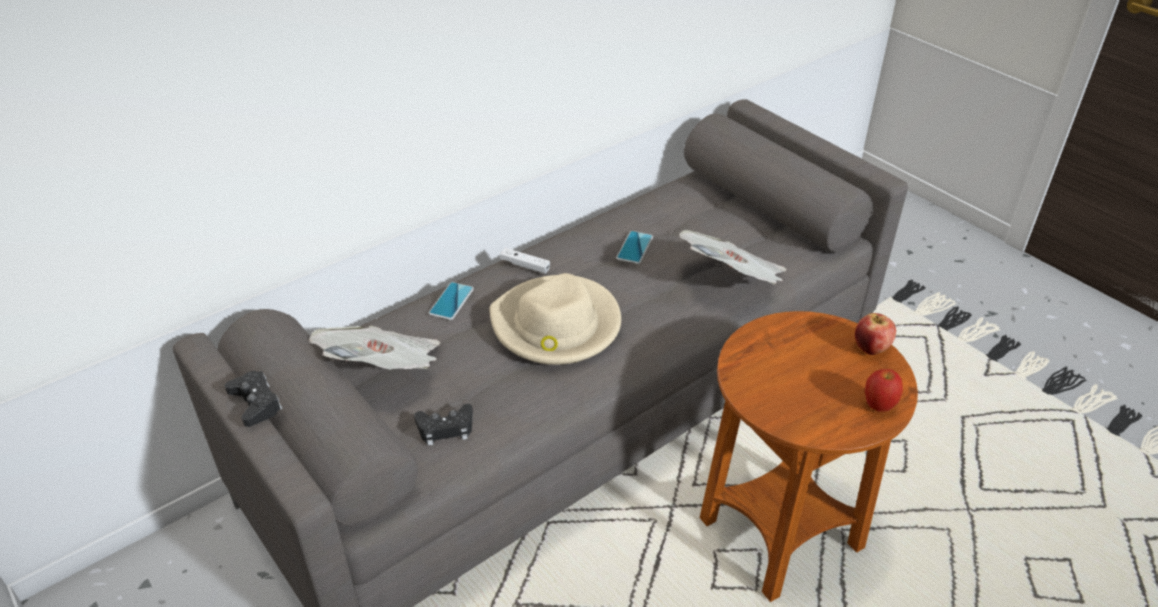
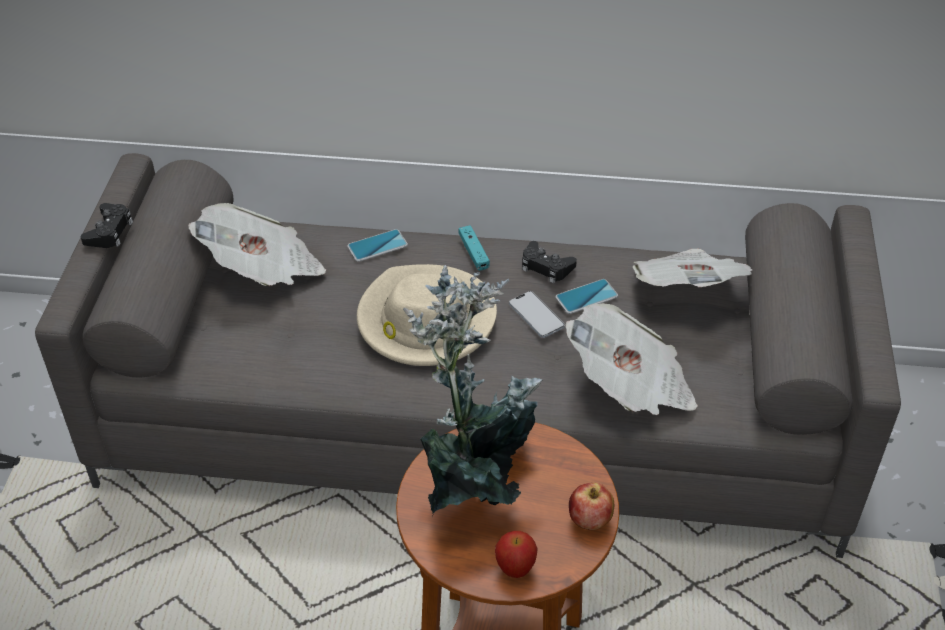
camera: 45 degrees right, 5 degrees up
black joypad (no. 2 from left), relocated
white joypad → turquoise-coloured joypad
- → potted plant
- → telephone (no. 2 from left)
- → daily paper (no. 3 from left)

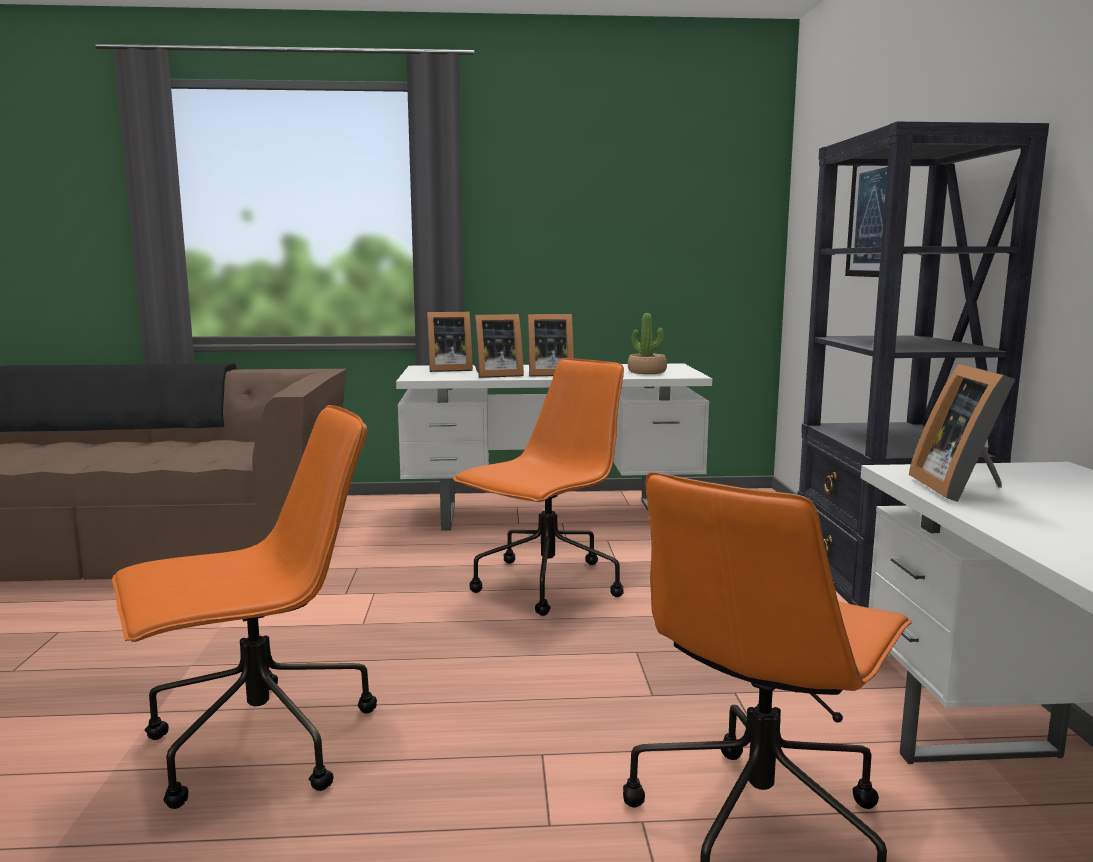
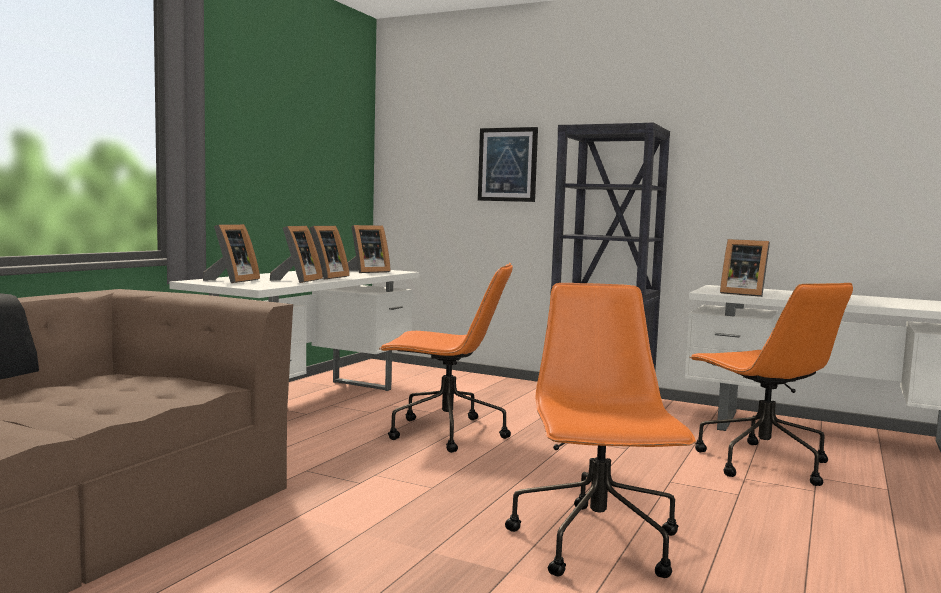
camera: 60 degrees left, 5 degrees down
orange-coloured desk chair (no. 2 from left in the first image) → orange-coloured desk chair (no. 1 from left), 120 degrees clockwise
potted plant → photo frame (no. 4 from left)

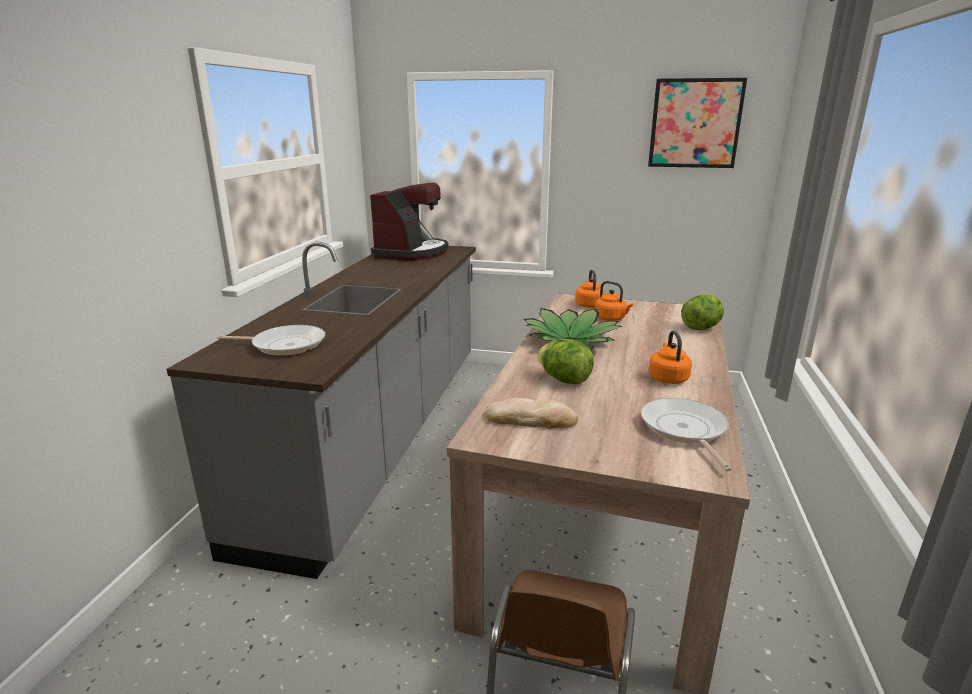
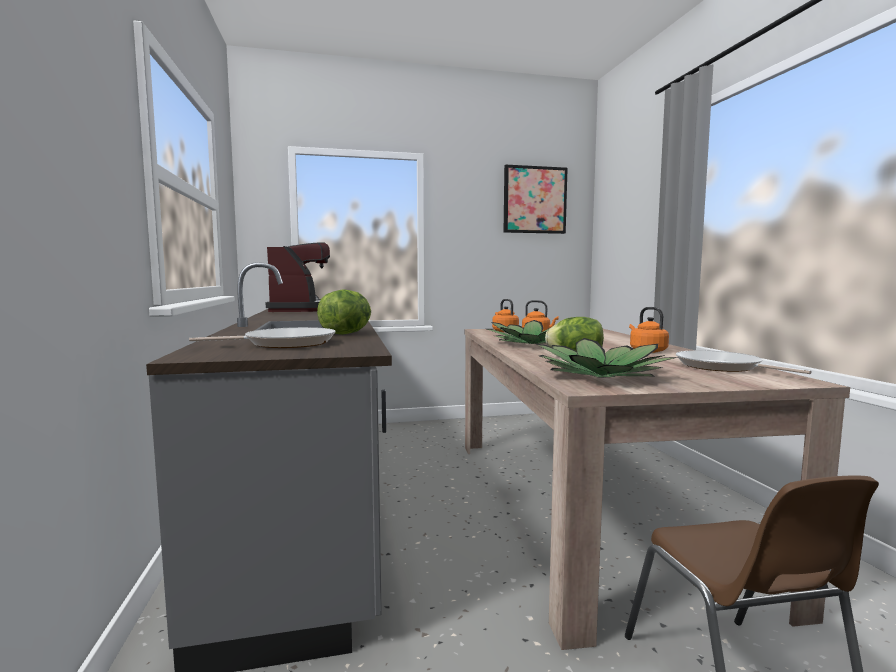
camera: 25 degrees left, 15 degrees down
baked bread → potted plant (no. 2 from left)
lettuce (no. 2 from left in the first image) → lettuce (no. 1 from left), relocated

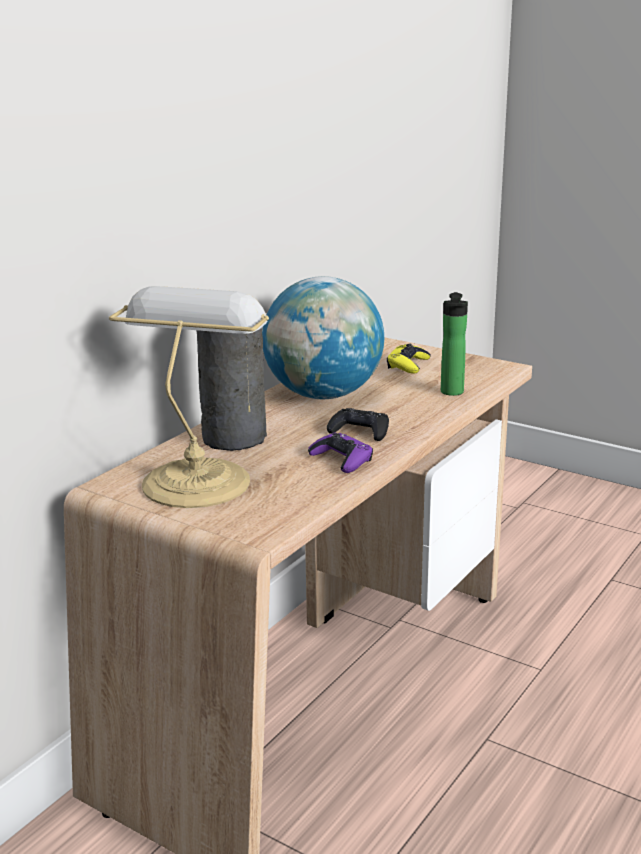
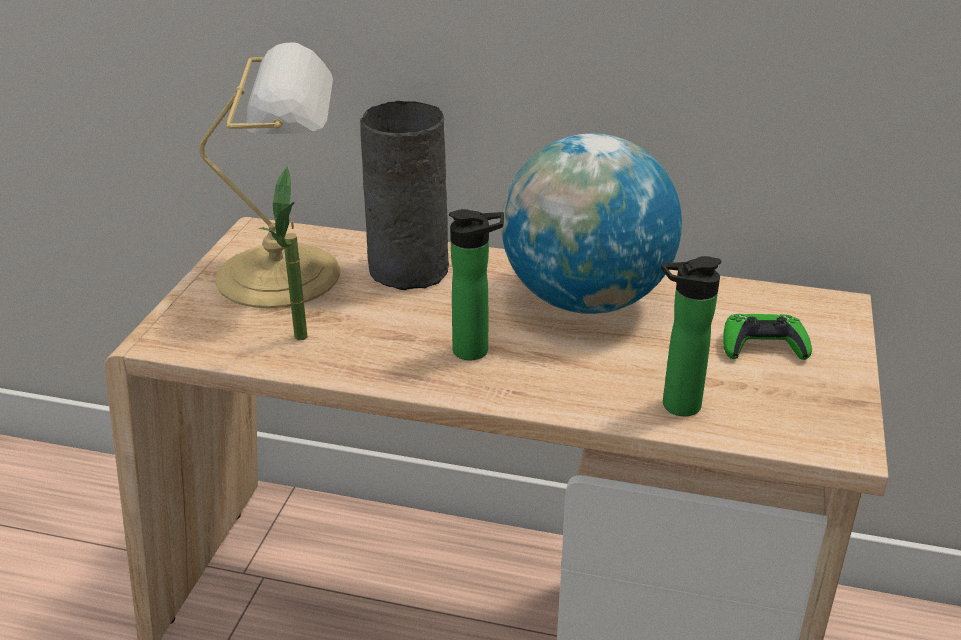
camera: 70 degrees right, 10 degrees up
purple-coloured joypad → -
black joypad → drink bottle (no. 1 from left)
yellow joypad → green joypad
- → potted plant

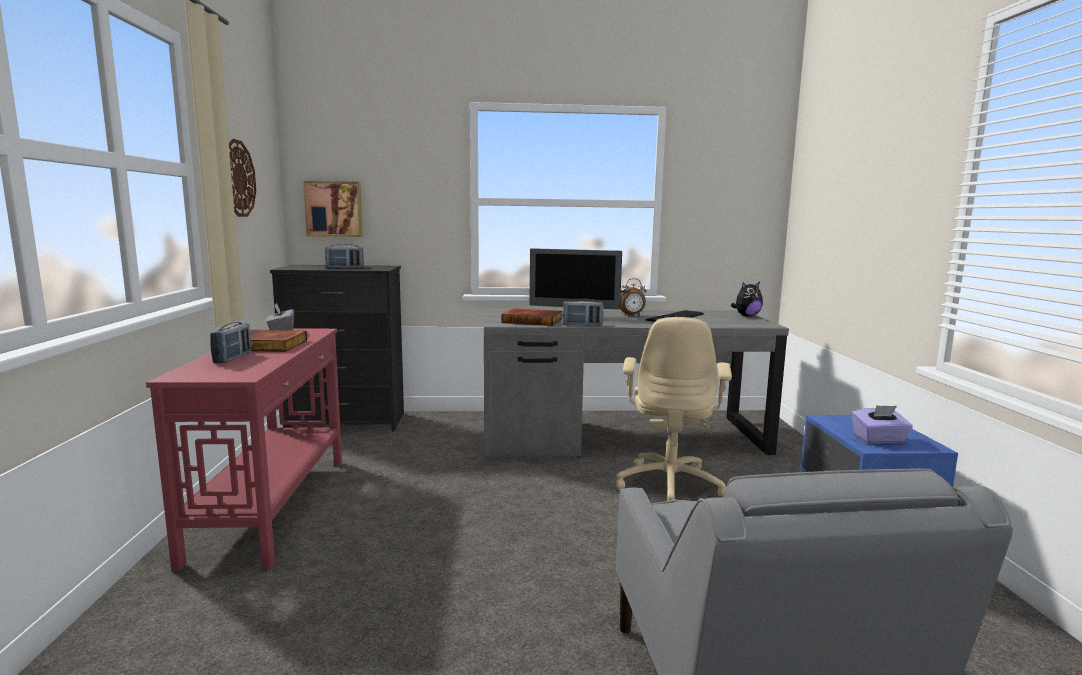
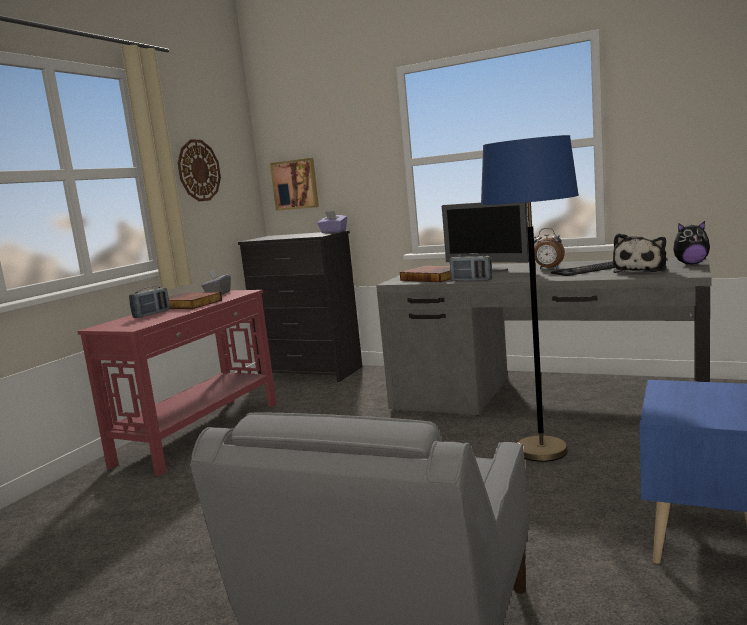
camera: 30 degrees right, 0 degrees up
radio set (no. 2 from left) → -
beige desk chair → blue-coloured floor lamp
purple-coloured tissue box, relocated
- → cuddly toy (no. 1 from left)

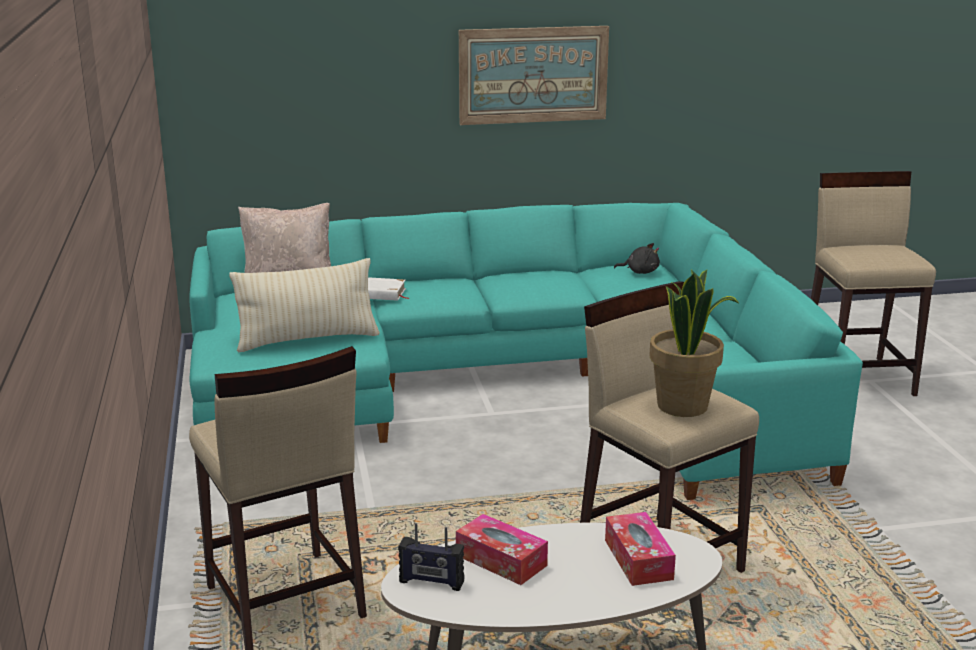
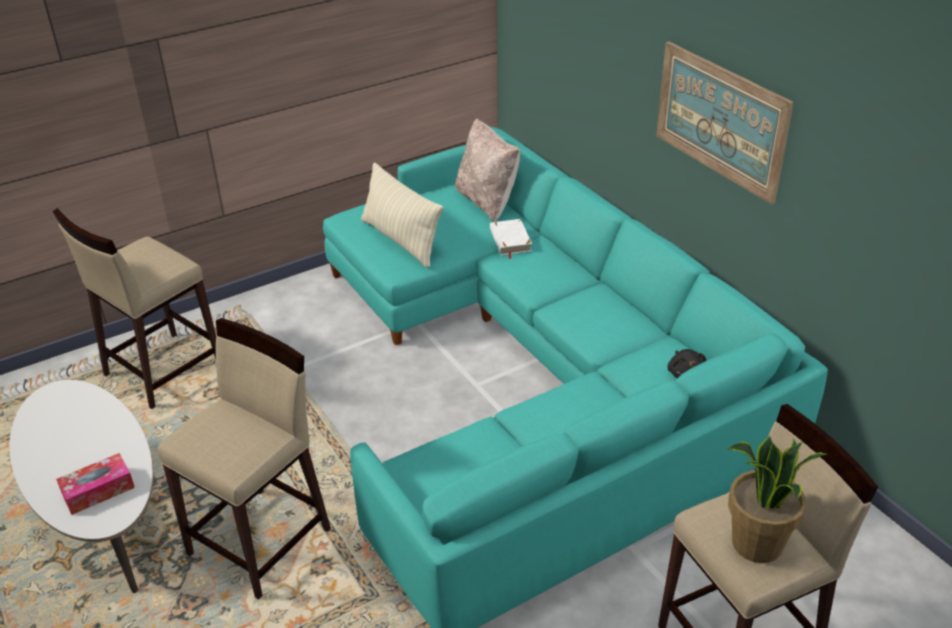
camera: 70 degrees right, 15 degrees up
radio set → -
tissue box (no. 1 from left) → -
potted plant, relocated

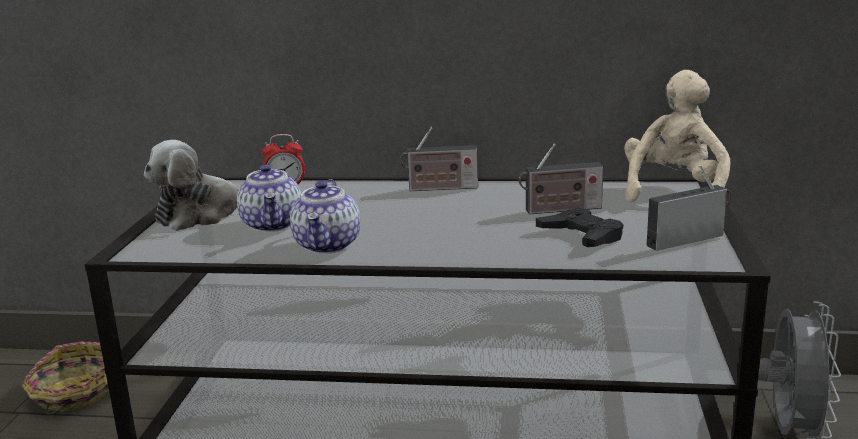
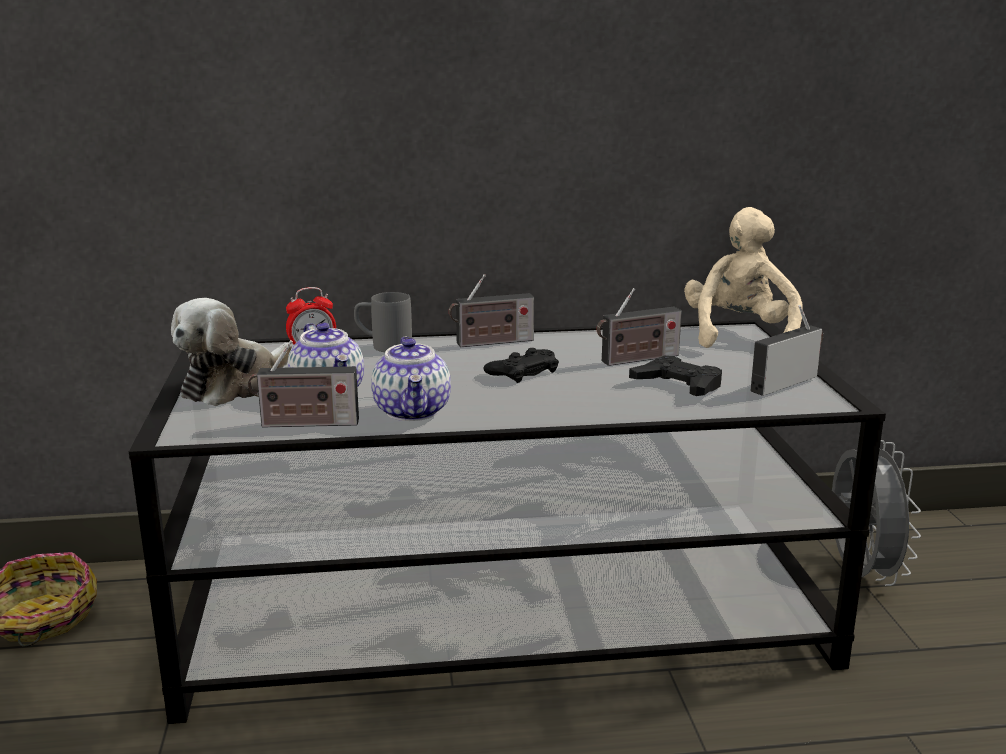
camera: 15 degrees left, 0 degrees up
- → radio set (no. 1 from left)
- → grey tea mug
- → black joypad (no. 1 from left)

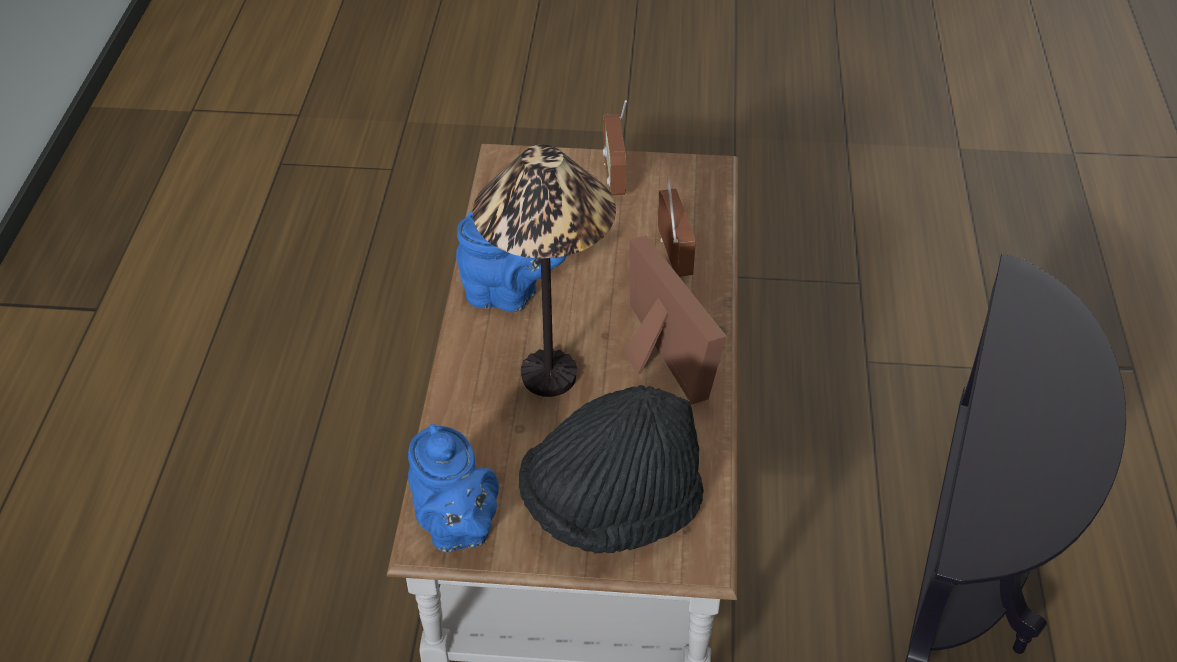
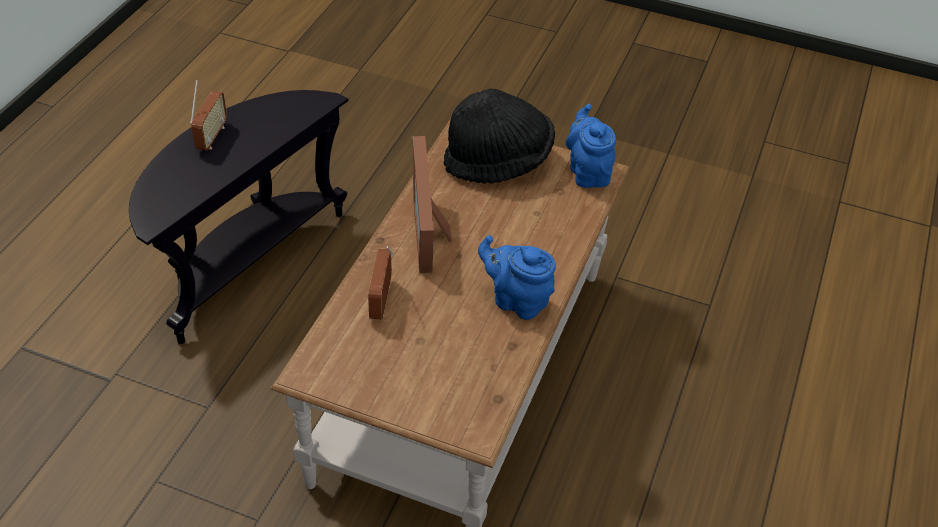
camera: 165 degrees left, 0 degrees up
table lamp → -
radio set (no. 1 from left), relocated

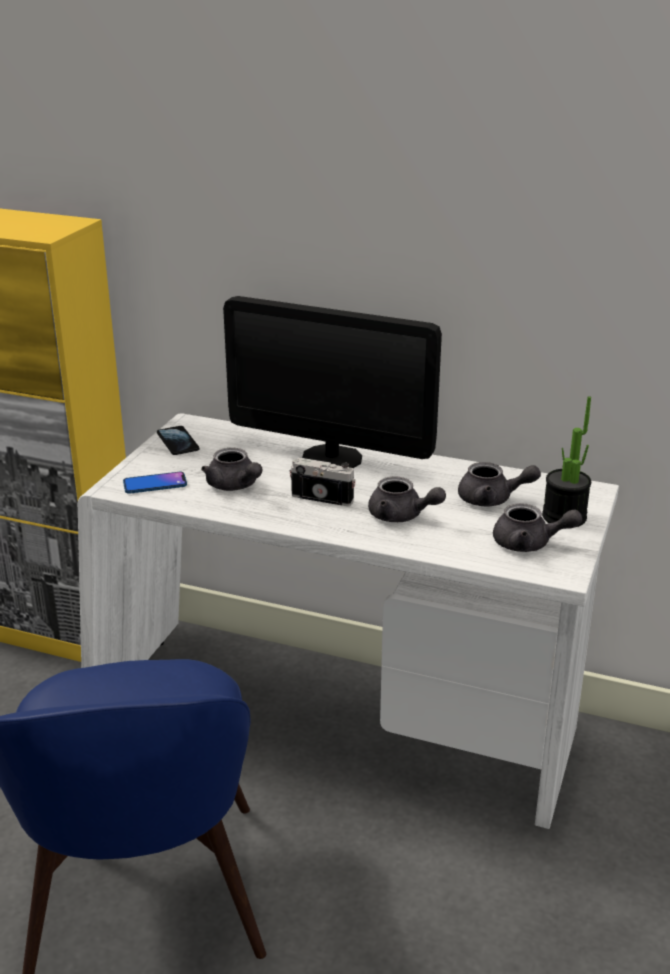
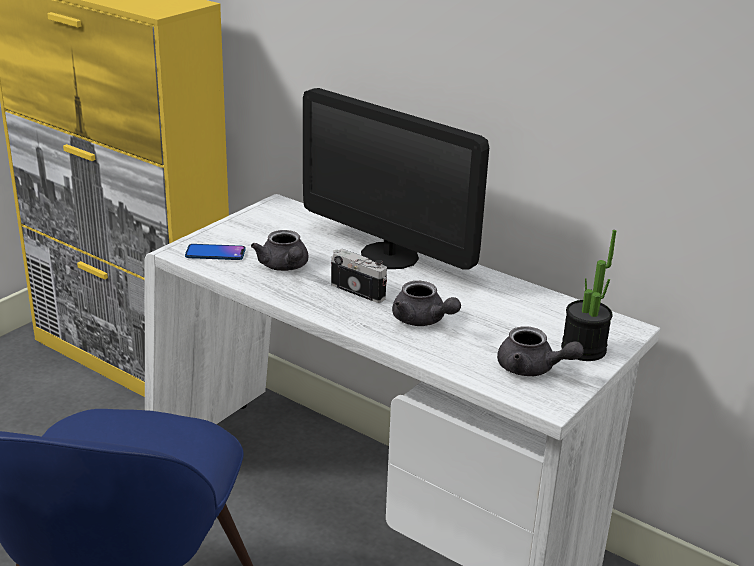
camera: 15 degrees right, 0 degrees up
telephone (no. 2 from left) → -
grey teapot (no. 3 from left) → -

